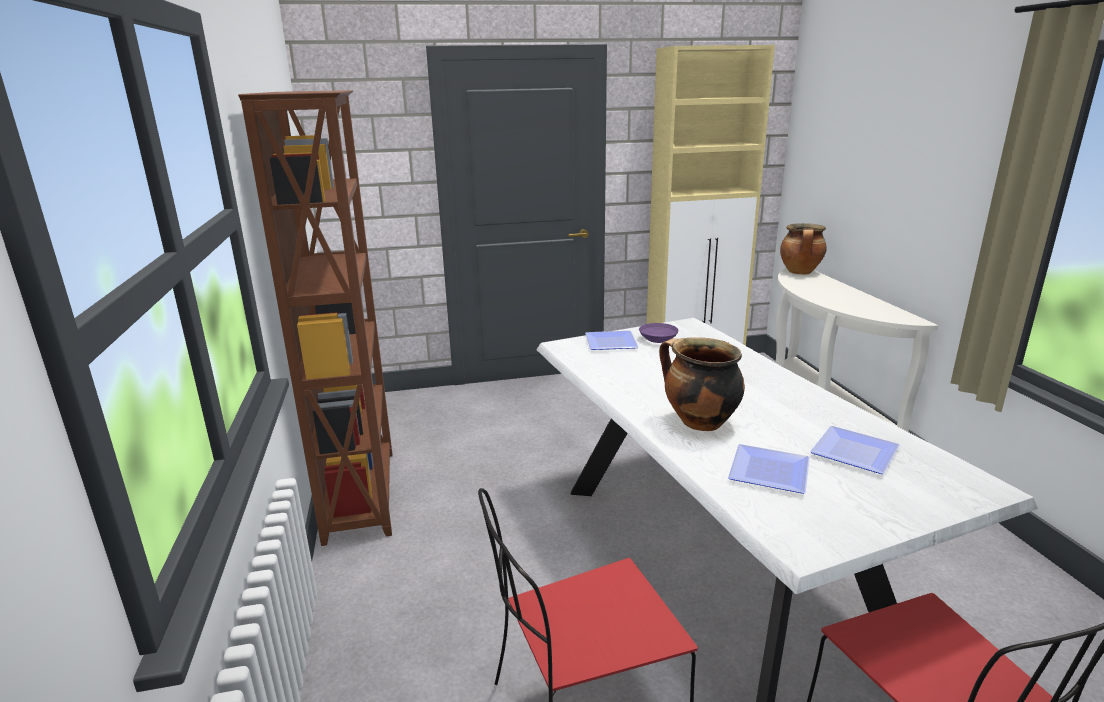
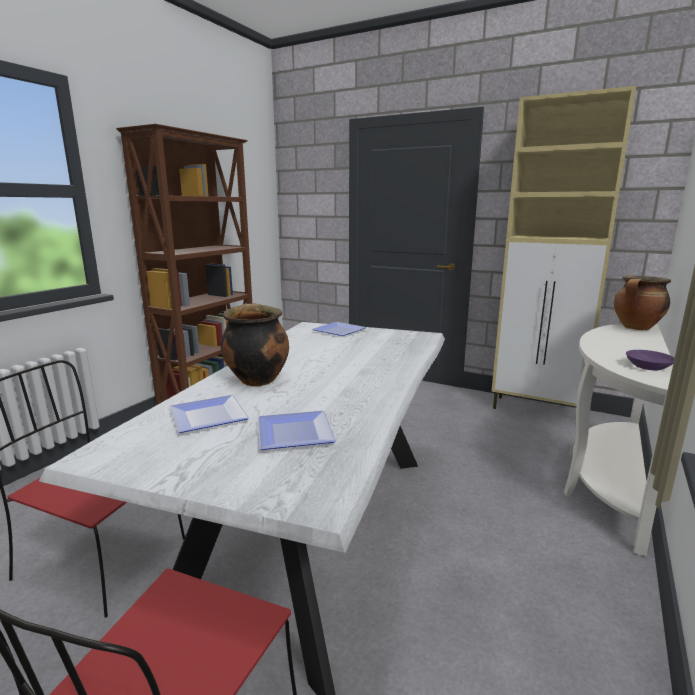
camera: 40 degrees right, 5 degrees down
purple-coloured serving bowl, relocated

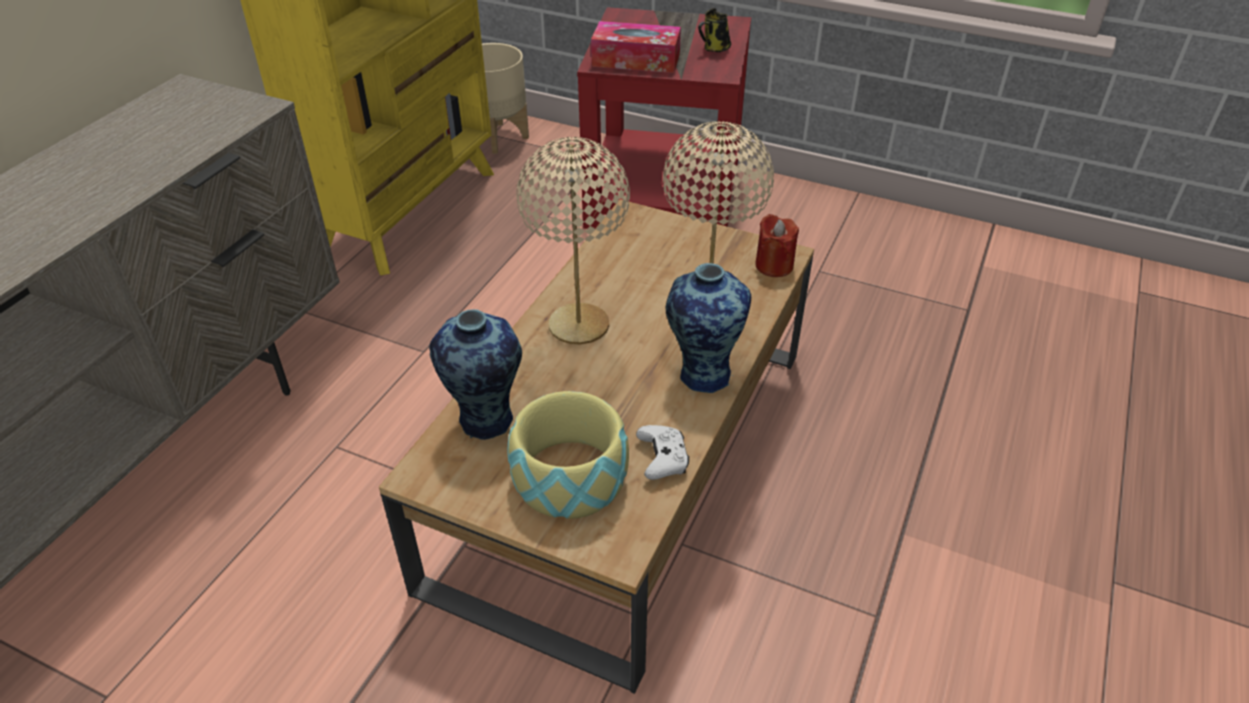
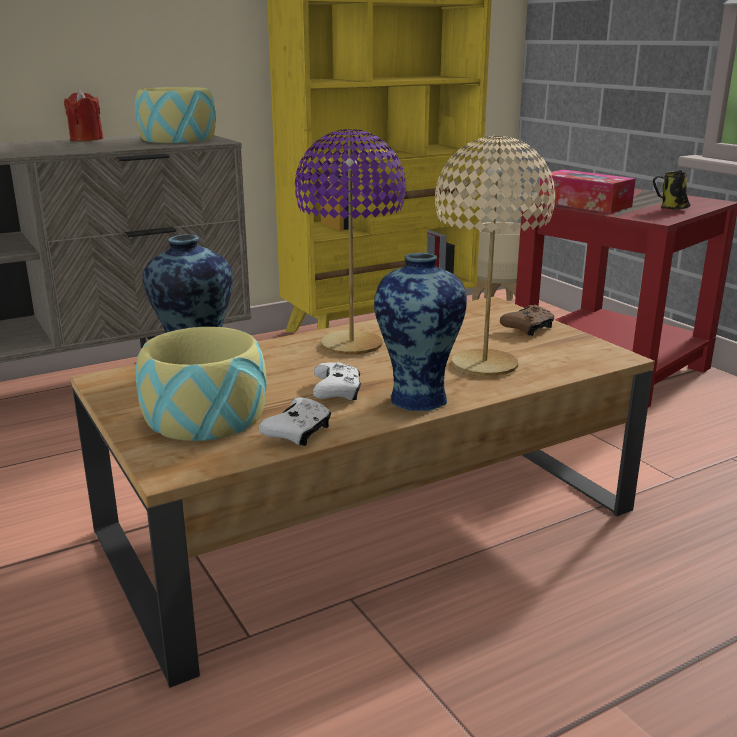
camera: 35 degrees right, 20 degrees down
beige table lamp (no. 1 from left) → purple-coloured table lamp
red-coloured wax light, relocated
- → serving bowl (no. 1 from left)
- → white joypad (no. 2 from left)
- → brown joypad

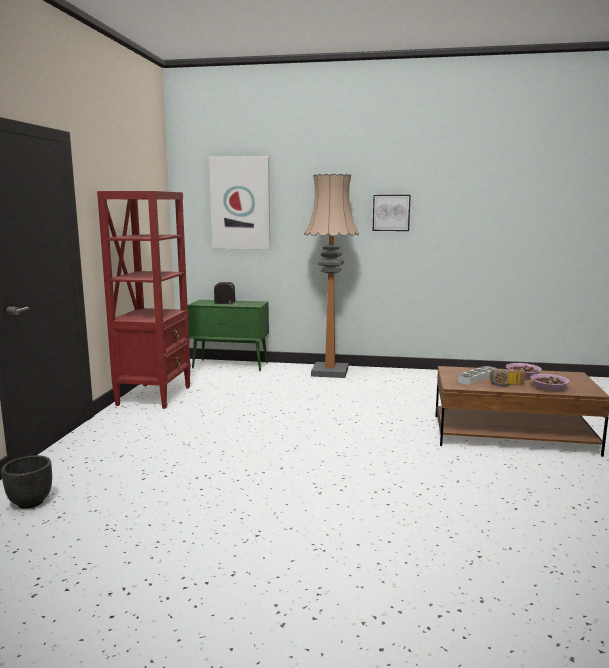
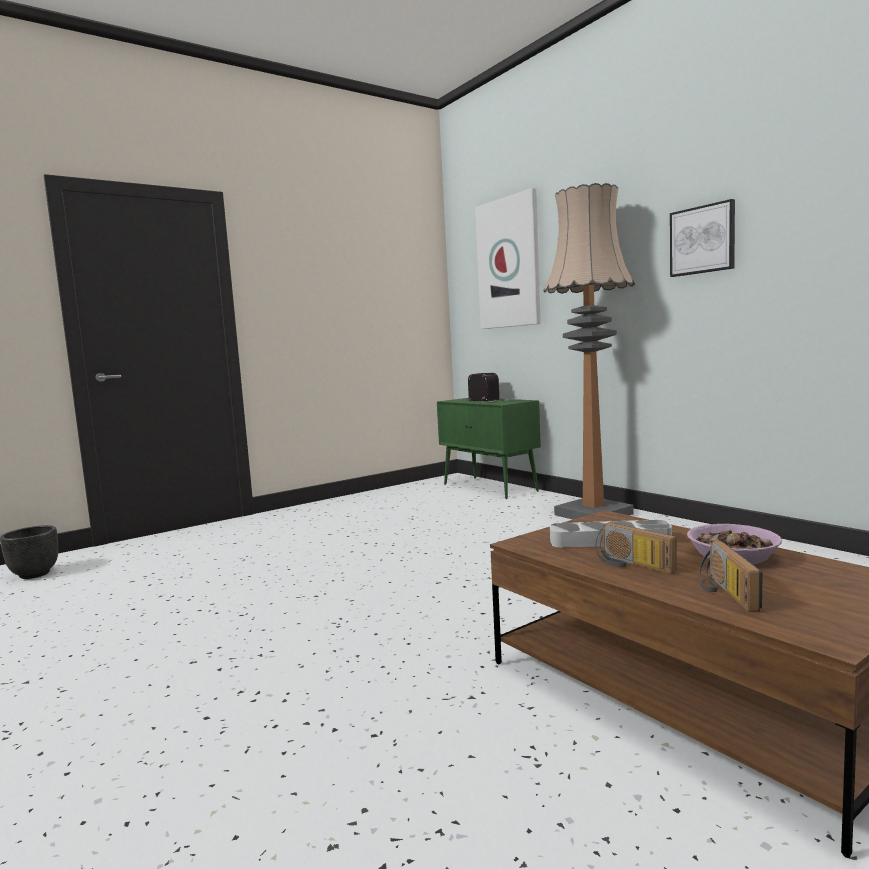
camera: 45 degrees right, 5 degrees down
red-coloured shelving unit → -
serving bowl (no. 2 from left) → radio set (no. 3 from left)

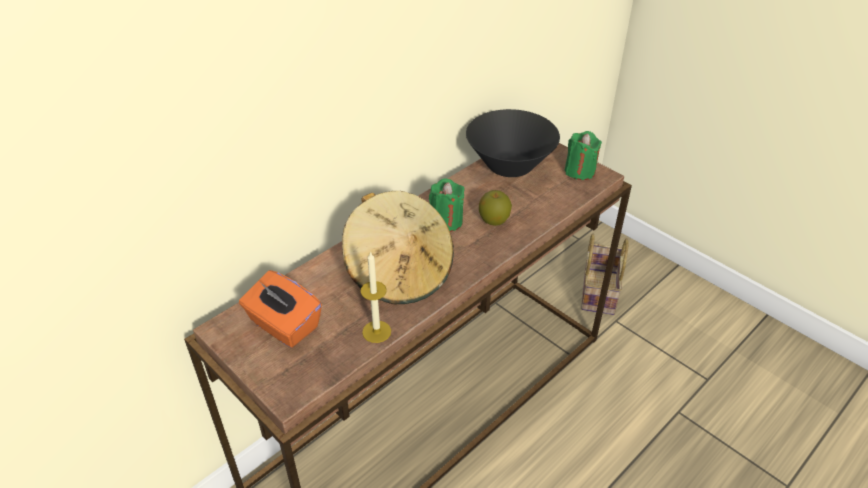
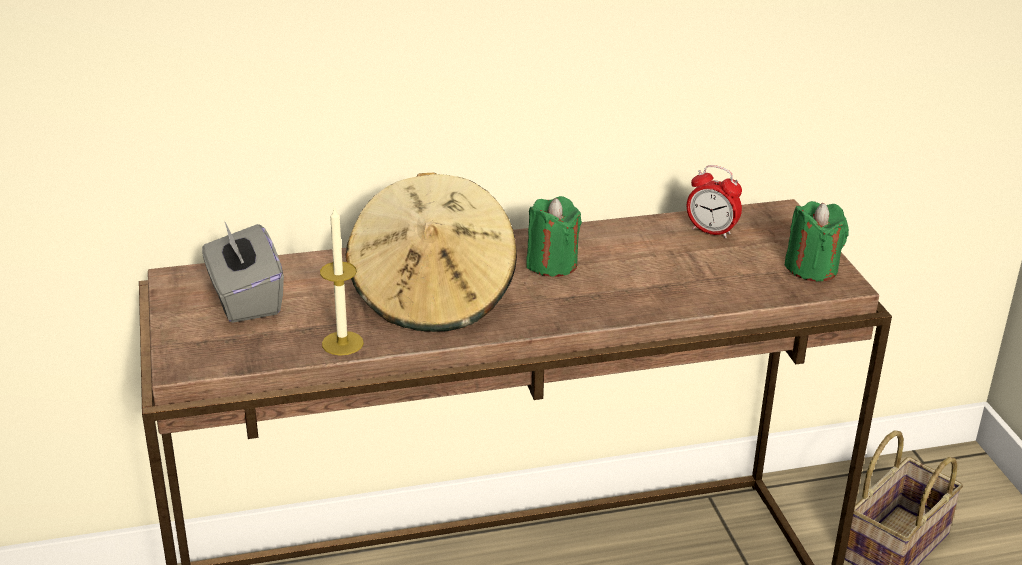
camera: 30 degrees right, 10 degrees down
orange-coloured tissue box → grey tissue box
black serving bowl → table clock
apple → -

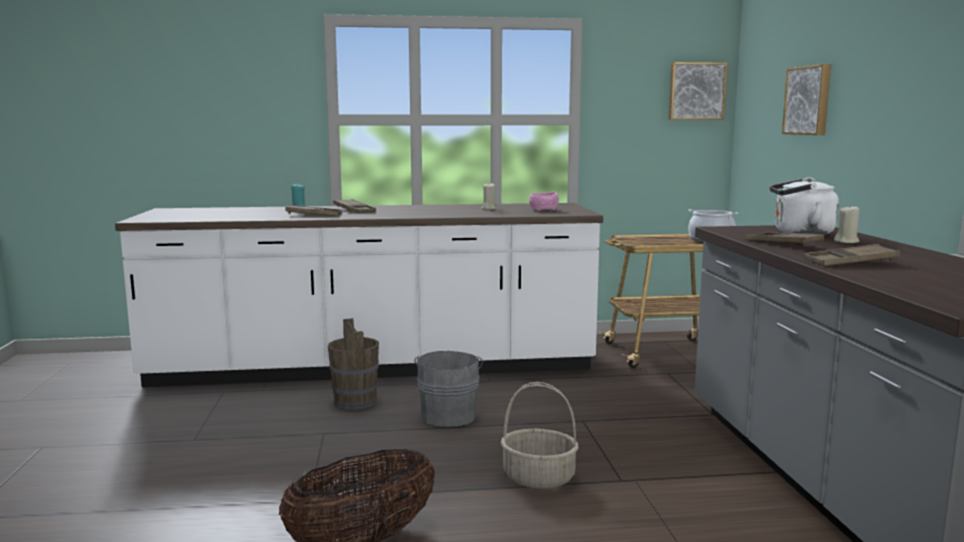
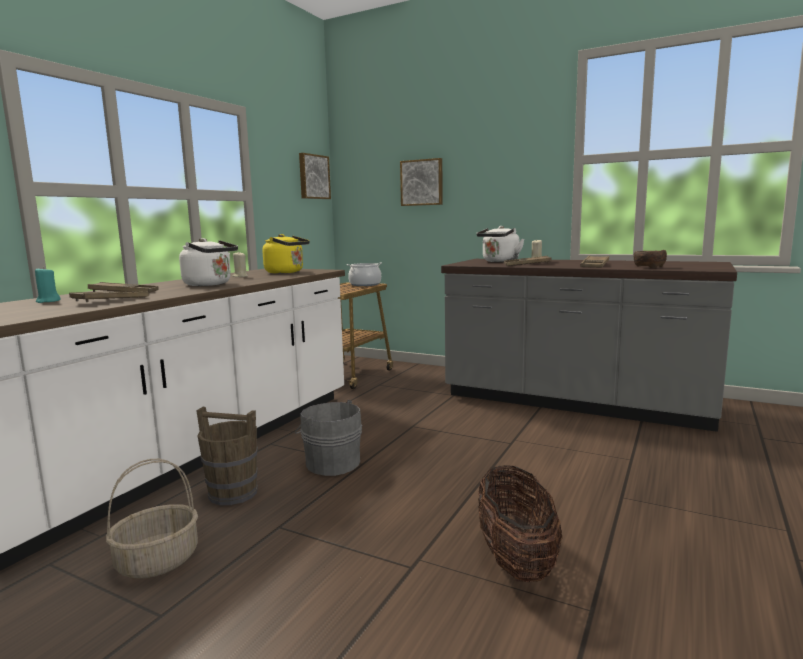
camera: 55 degrees left, 0 degrees up
storage basket (no. 2 from left in the first image) → storage basket (no. 1 from left), relocated
pinkish serving bowl → yellow kettle
- → white kettle (no. 1 from left)
- → brown serving bowl

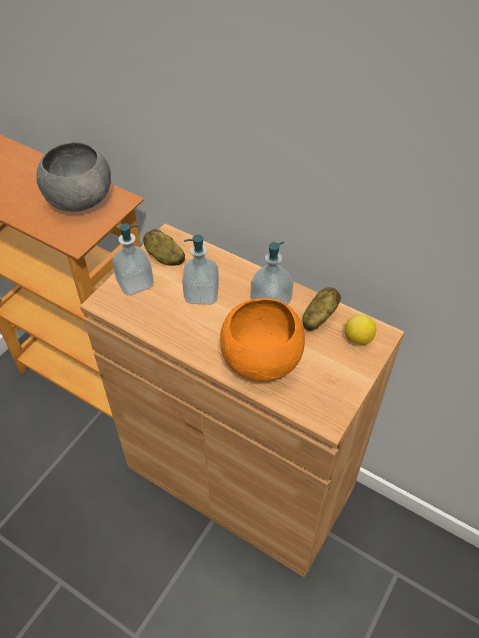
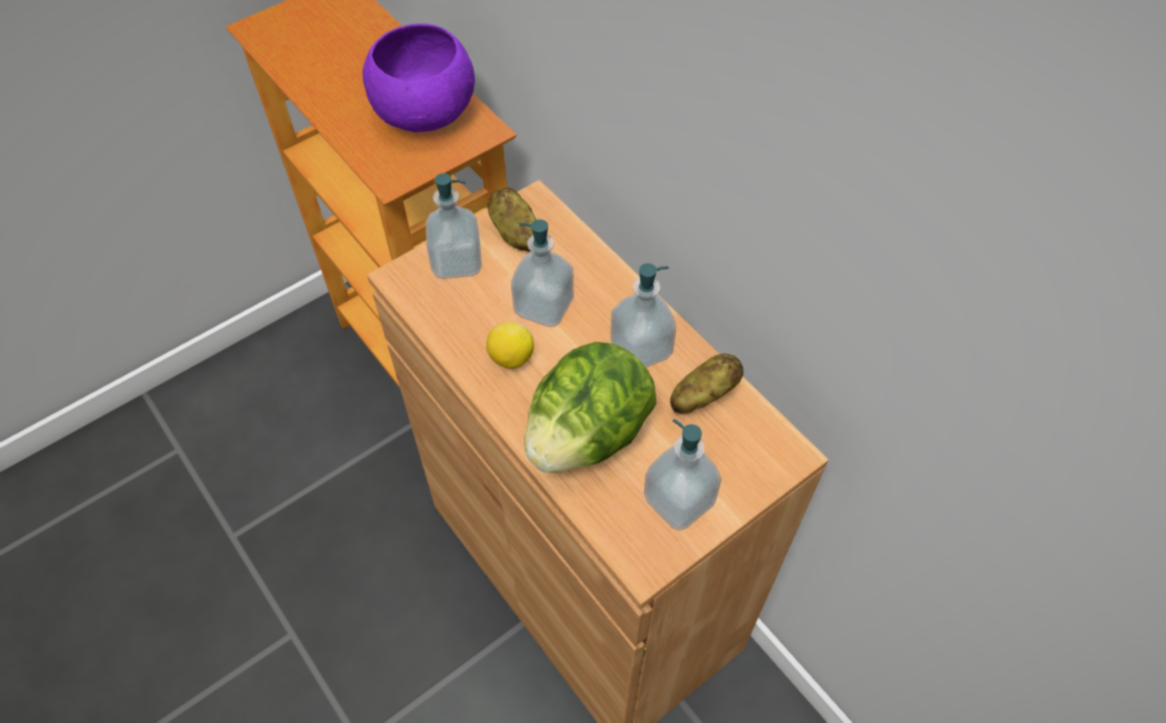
camera: 20 degrees right, 5 degrees up
grey serving bowl → purple-coloured serving bowl
orange-coloured serving bowl → lettuce
lemon, relocated
- → liquid soap bottle (no. 4 from left)

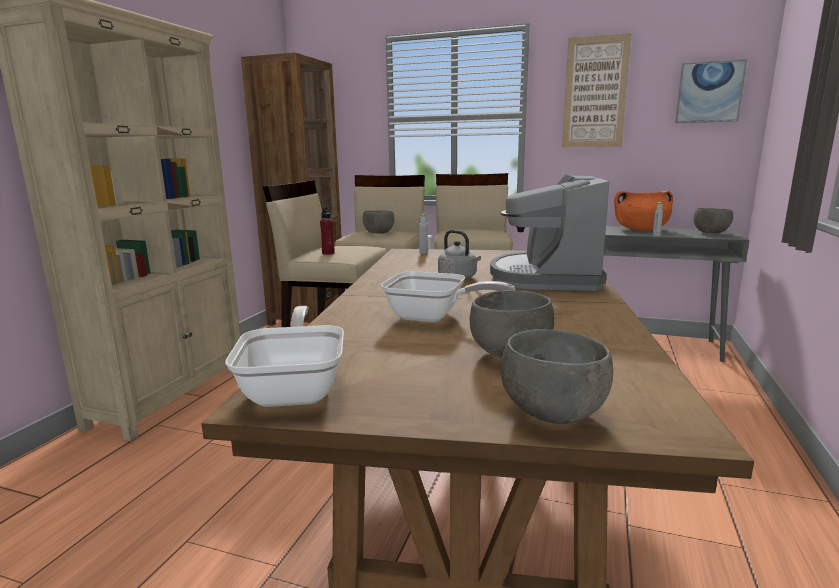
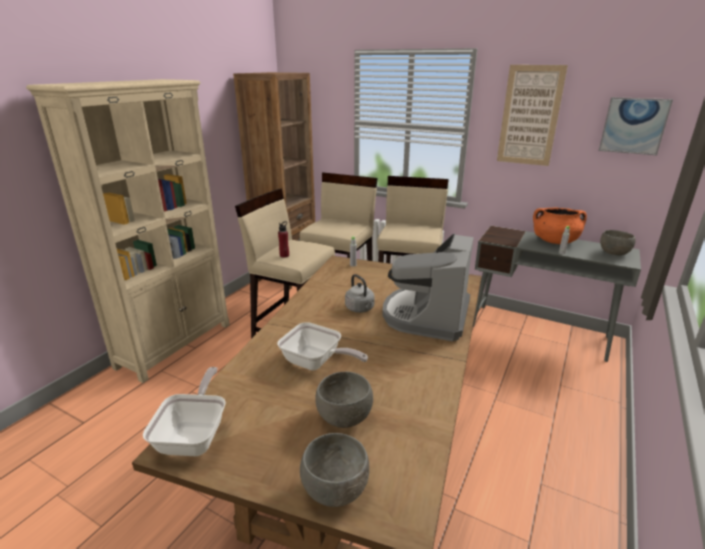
camera: 10 degrees right, 10 degrees up
grey serving bowl (no. 1 from left) → -

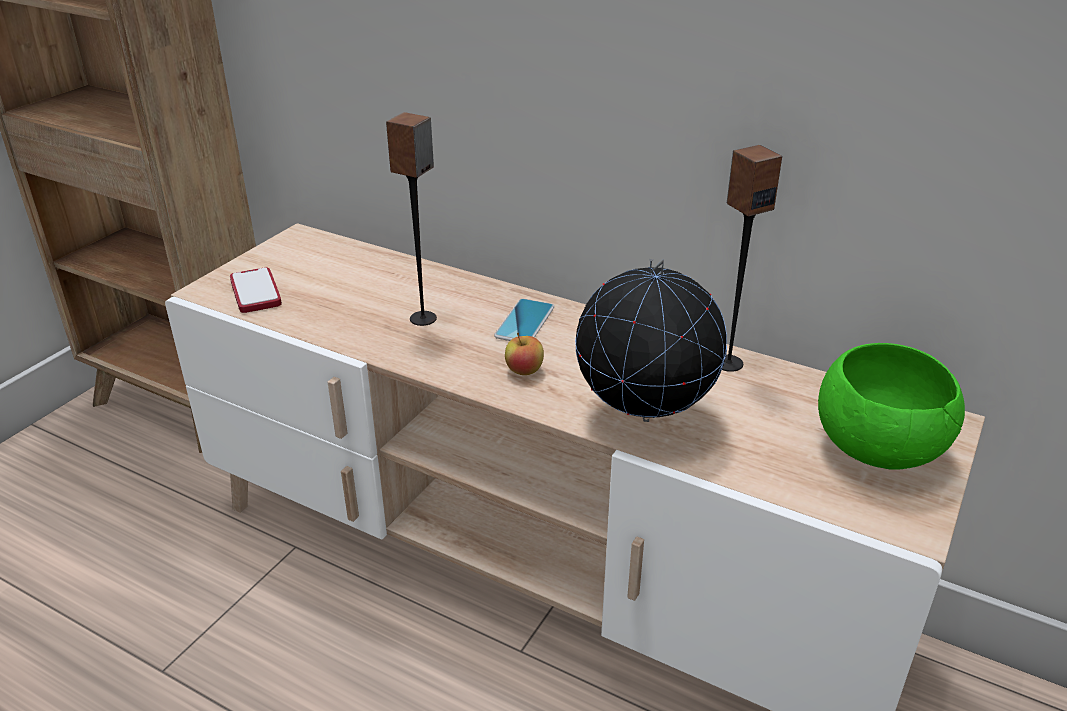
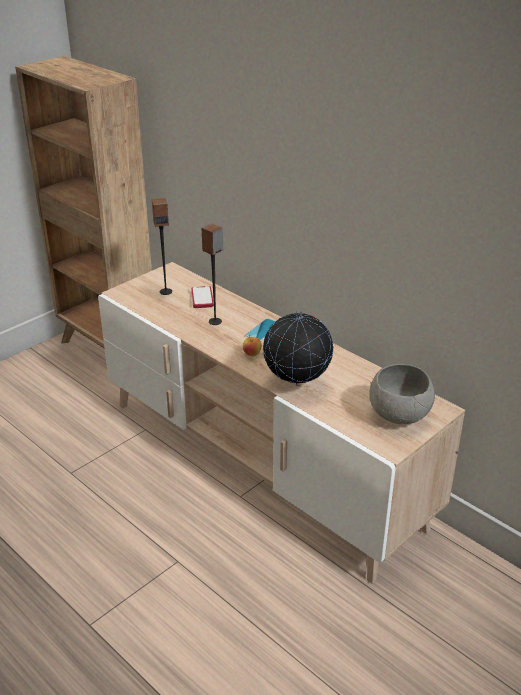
camera: 15 degrees right, 0 degrees up
telephone (no. 1 from left), relocated
speaker (no. 2 from left in the first image) → speaker (no. 1 from left), relocated
green serving bowl → grey serving bowl

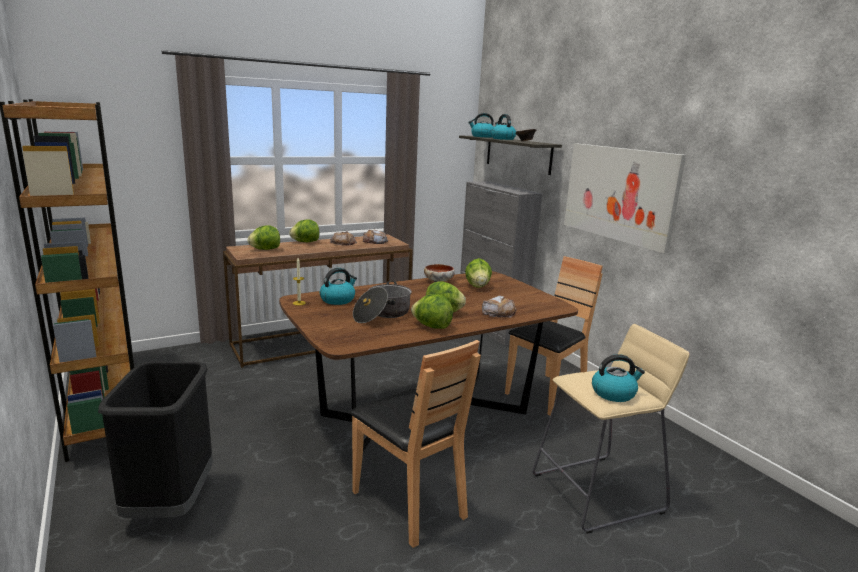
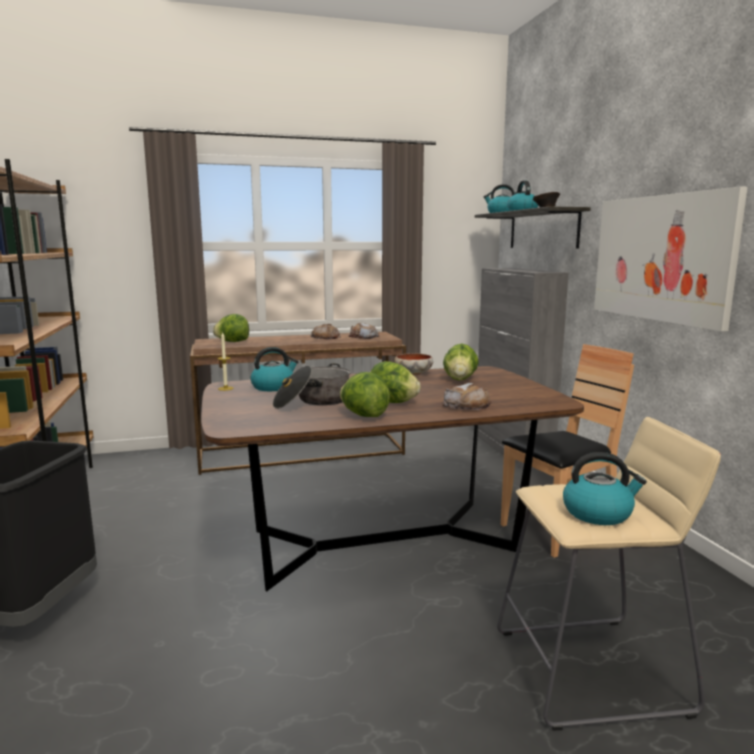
camera: 15 degrees right, 5 degrees down
lettuce (no. 2 from left) → -
brown plain chair (no. 1 from left) → -

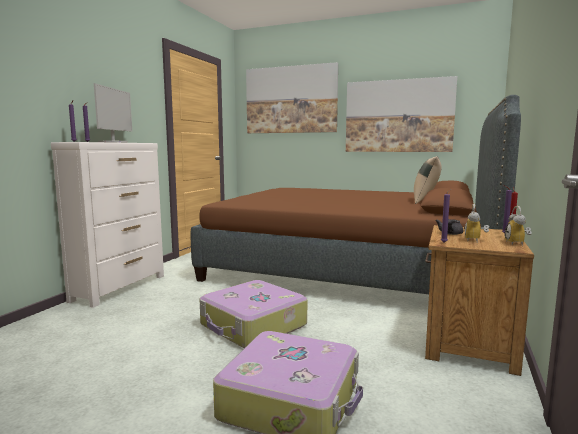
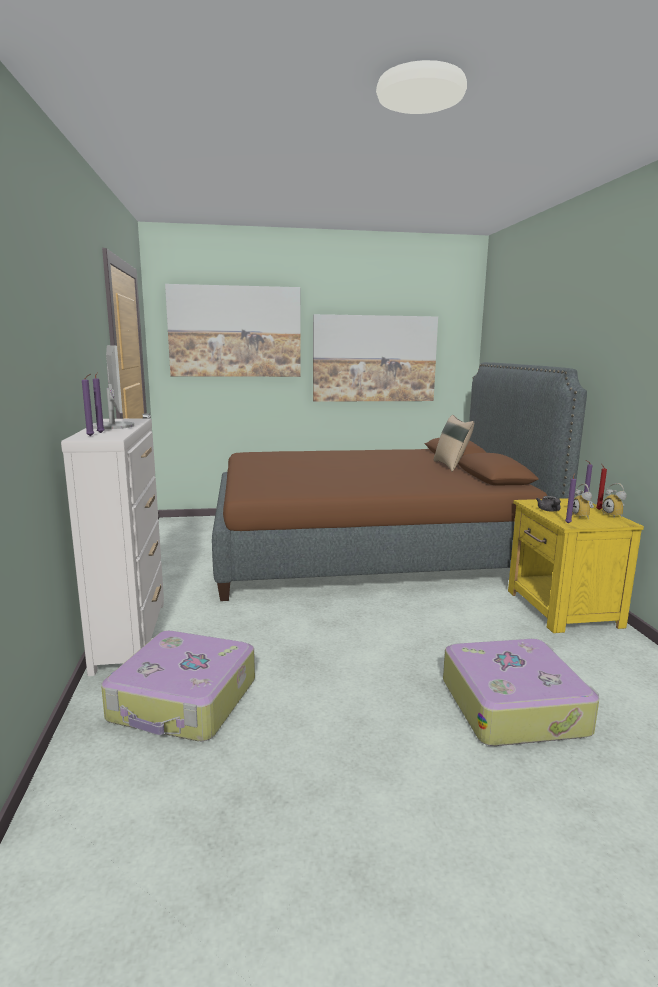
camera: 30 degrees left, 5 degrees up
suitcase (no. 1 from left), relocated
brown nightstand → yellow nightstand

